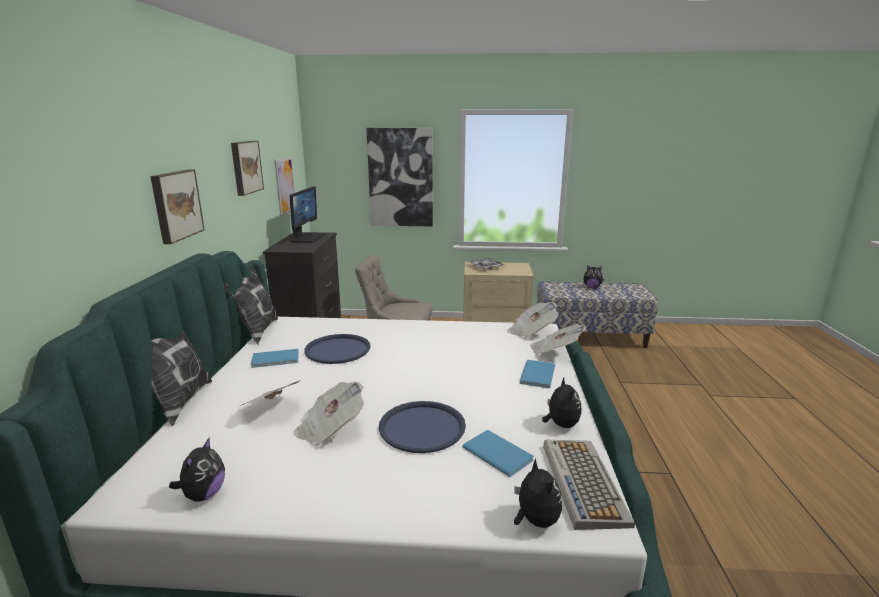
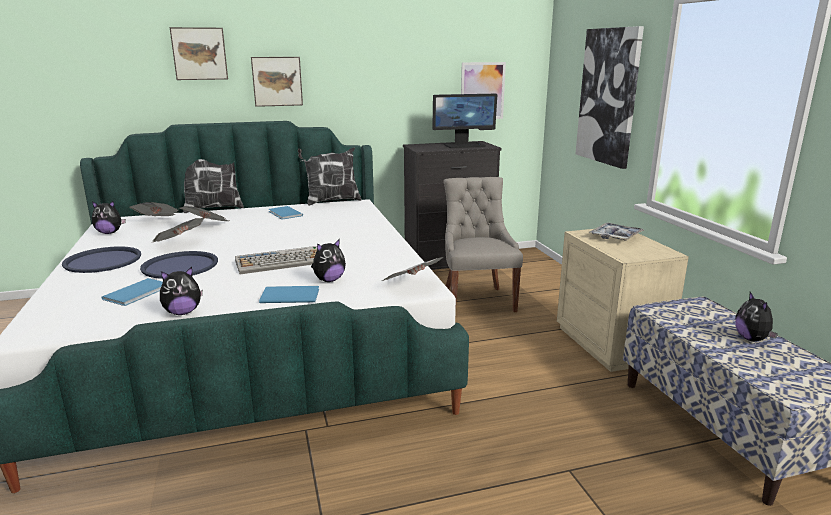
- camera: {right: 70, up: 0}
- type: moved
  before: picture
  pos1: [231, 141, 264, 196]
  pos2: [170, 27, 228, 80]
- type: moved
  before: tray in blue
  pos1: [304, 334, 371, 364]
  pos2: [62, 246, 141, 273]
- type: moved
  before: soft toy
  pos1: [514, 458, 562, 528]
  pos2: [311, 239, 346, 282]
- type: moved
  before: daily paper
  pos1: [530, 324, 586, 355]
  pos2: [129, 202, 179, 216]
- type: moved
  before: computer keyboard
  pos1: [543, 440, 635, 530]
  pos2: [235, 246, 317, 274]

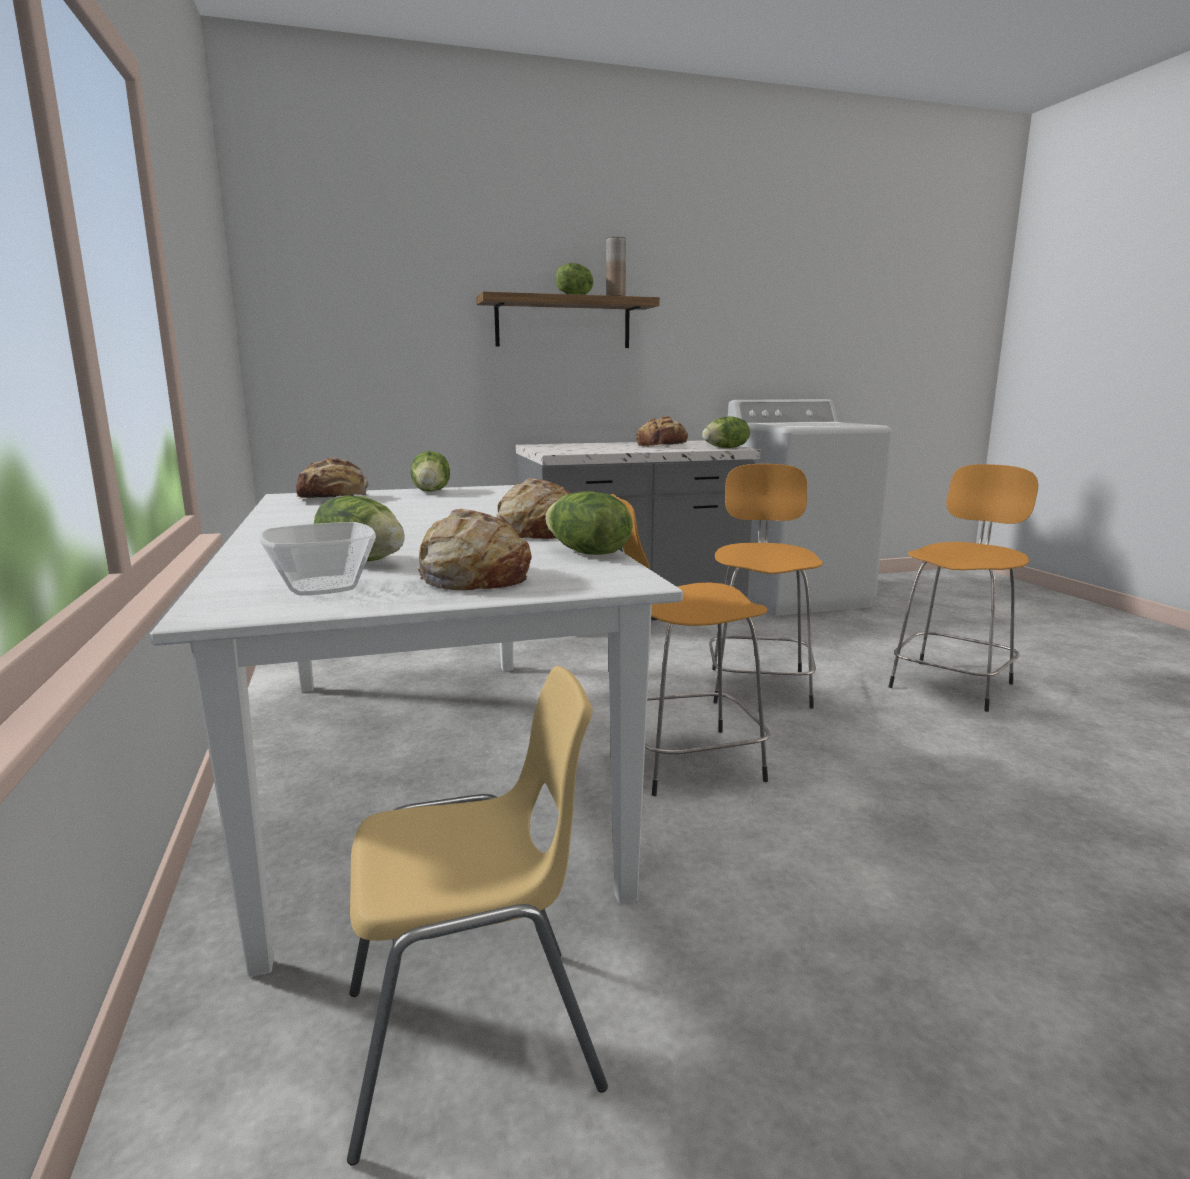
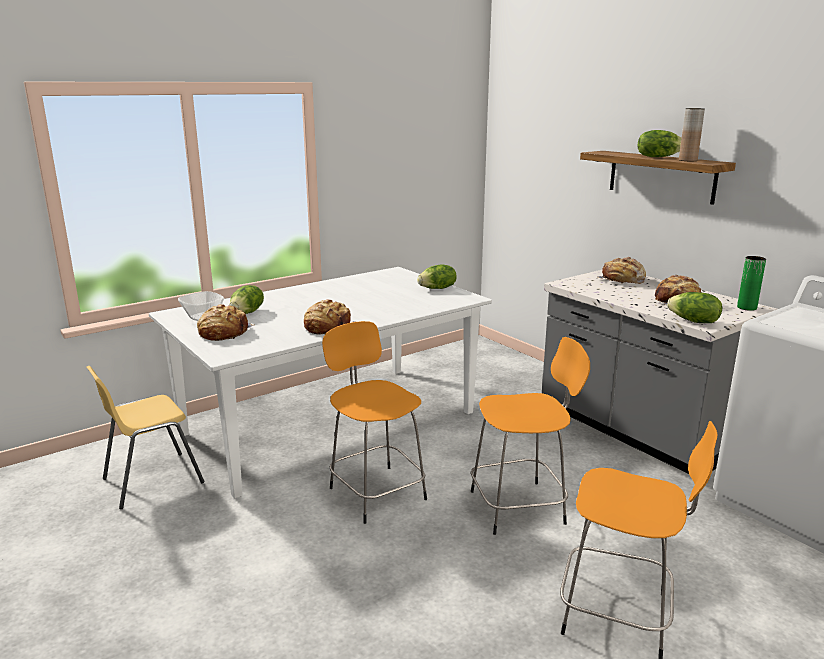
- camera: {right: 70, up: 5}
- type: moved
  before: bread
  pos1: [296, 457, 369, 499]
  pos2: [596, 257, 646, 284]
- type: turned
  before: upright chair in yellowish
  pos1: [347, 666, 608, 1166]
  pos2: [86, 366, 204, 509]
  turn: 90
- type: removed
  before: lettuce head
  pos1: [545, 491, 633, 555]
- type: added
  after: decorative vase in greenish
  pos2: [737, 256, 766, 311]

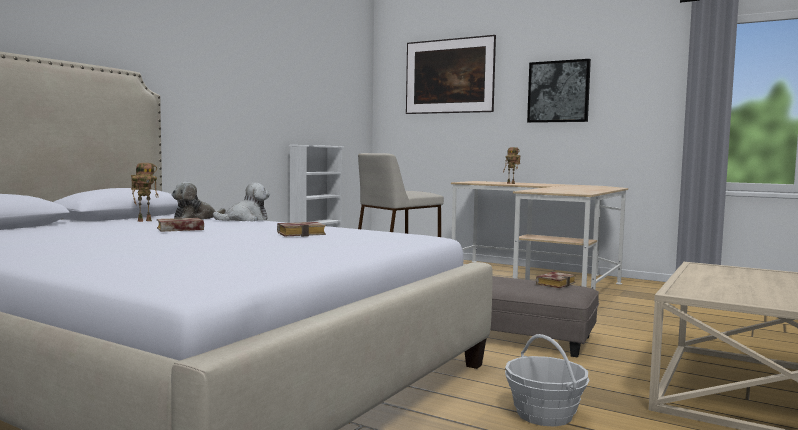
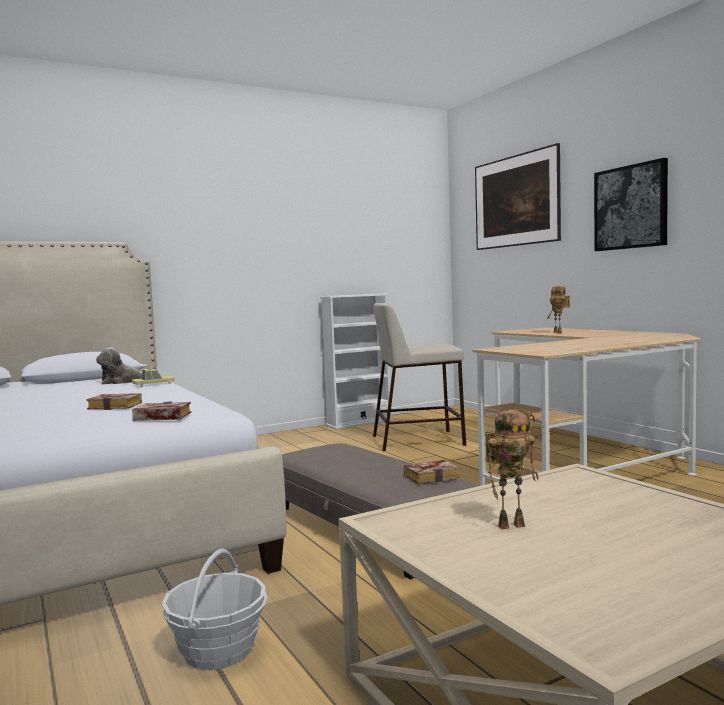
- camera: {right: 30, up: 0}
- type: moved
  before: robot figure
  pos1: [131, 163, 159, 222]
  pos2: [485, 409, 539, 529]
- type: moved
  before: book
  pos1: [157, 217, 204, 232]
  pos2: [132, 401, 191, 421]
- type: replaced
  before: soft toy
  after: miniature car
  pos1: [213, 183, 270, 222]
  pos2: [132, 366, 175, 387]

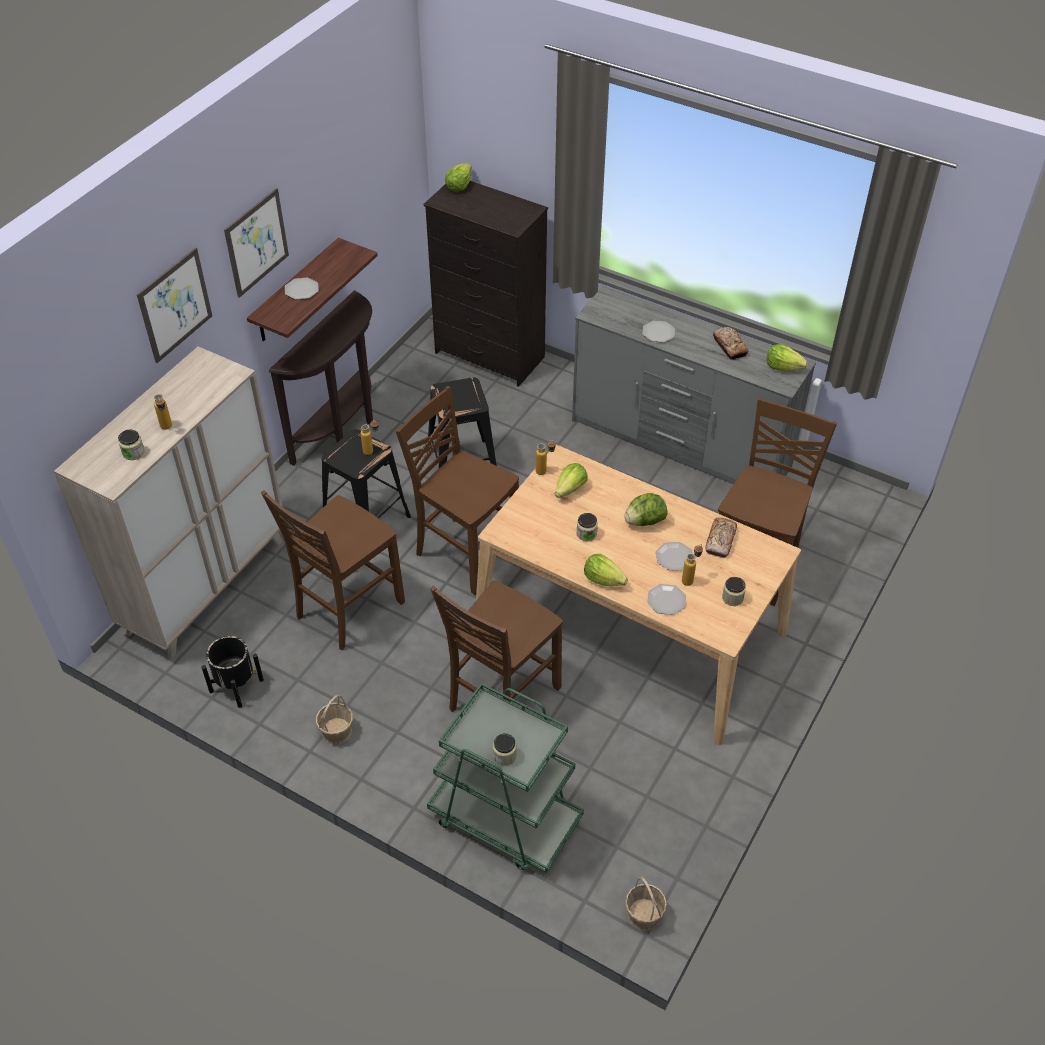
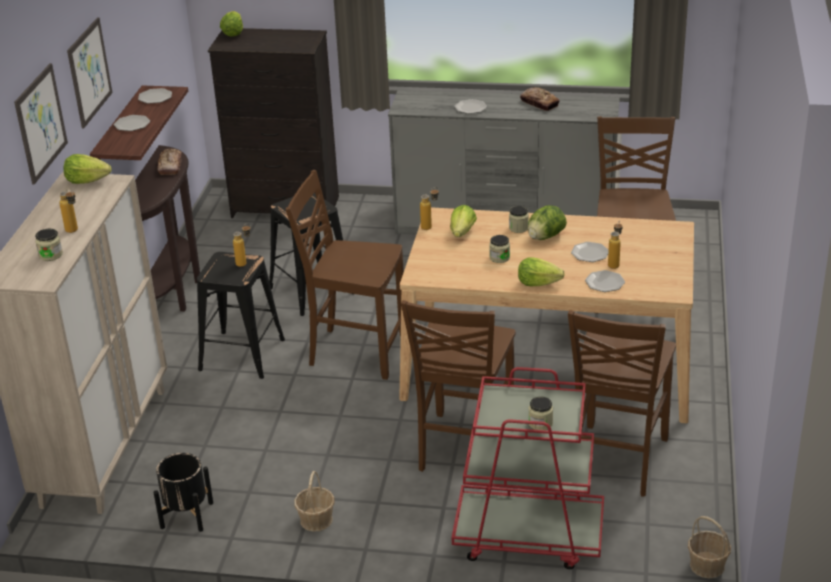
- camera: {right: -20, up: -15}
- type: moved
  before: upright chair in brownish
  pos1: [261, 490, 405, 650]
  pos2: [568, 310, 676, 496]
- type: recoloured
  before: wheeled cart in greenish
  after: wheeled cart in red
  pos1: [427, 683, 584, 873]
  pos2: [452, 367, 604, 569]
- type: moved
  before: bread
  pos1: [705, 518, 737, 558]
  pos2: [157, 148, 182, 175]
- type: moved
  before: preserve jar
  pos1: [722, 577, 746, 606]
  pos2: [509, 206, 529, 233]
- type: moved
  before: lettuce head
  pos1: [766, 344, 808, 371]
  pos2: [64, 154, 111, 184]
- type: added
  after: flat dish
  pos2: [138, 88, 172, 104]

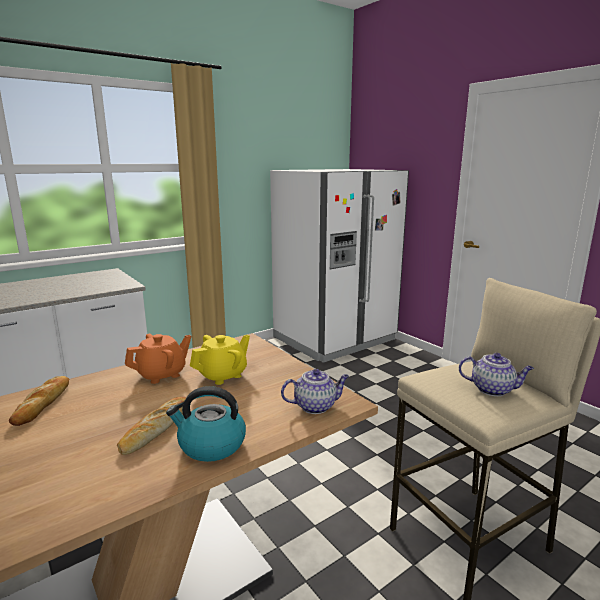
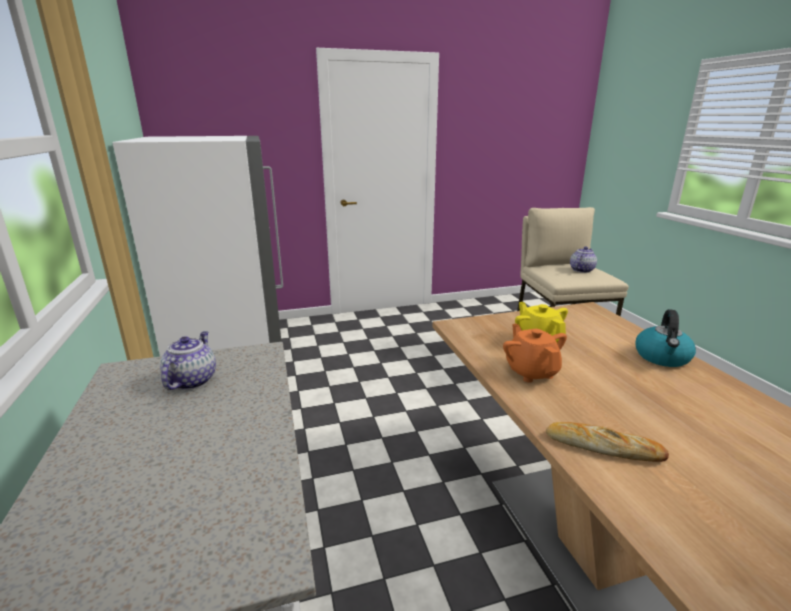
- camera: {right: -70, up: 5}
- type: removed
  before: bread
  pos1: [117, 397, 186, 455]
- type: moved
  before: tea pot
  pos1: [281, 369, 349, 414]
  pos2: [160, 331, 216, 390]

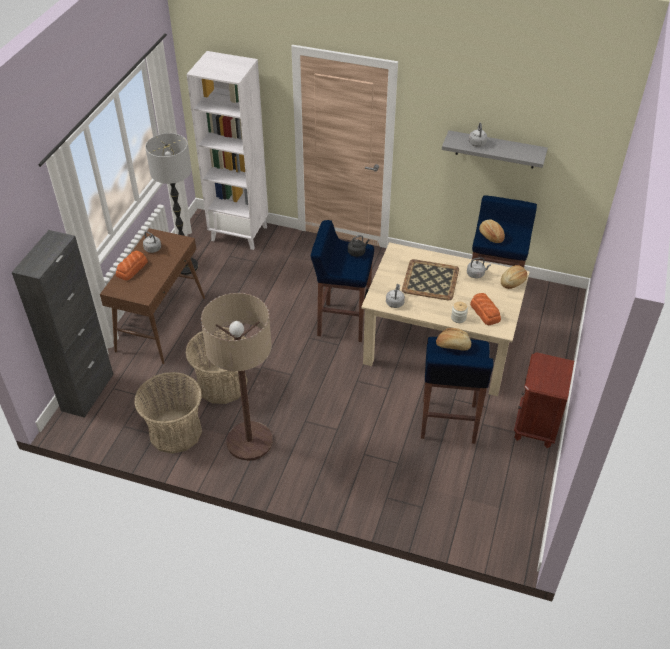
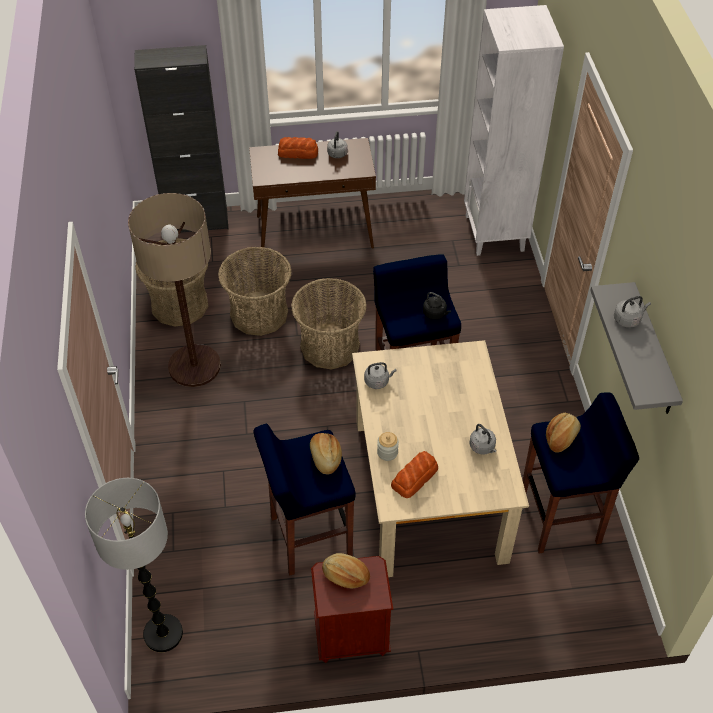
- camera: {right: 65, up: 5}
- type: moved
  before: standing lamp
  pos1: [145, 133, 198, 275]
  pos2: [85, 478, 183, 652]
- type: removed
  before: tray
  pos1: [402, 259, 459, 300]
- type: moved
  before: bread
  pos1: [501, 265, 527, 289]
  pos2: [322, 553, 370, 589]
- type: added
  after: household basket
  pos2: [291, 278, 367, 370]

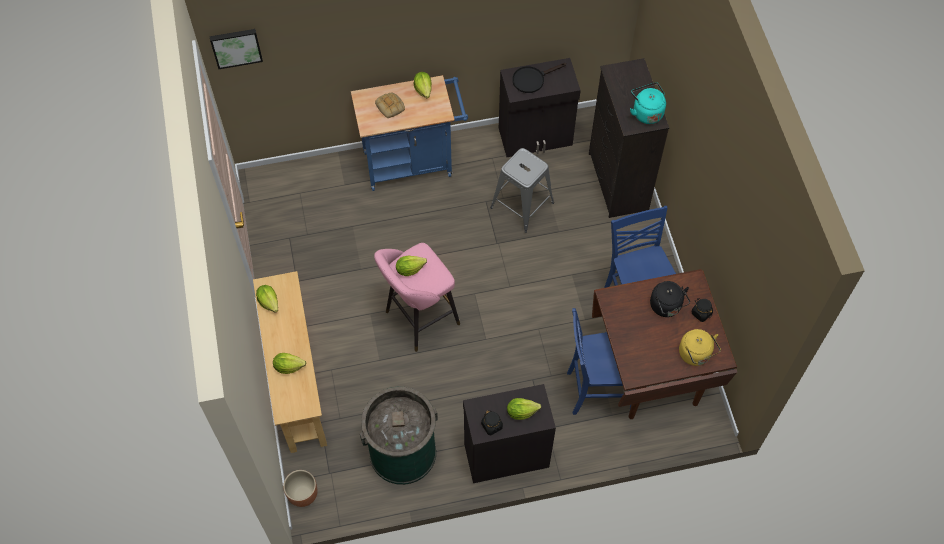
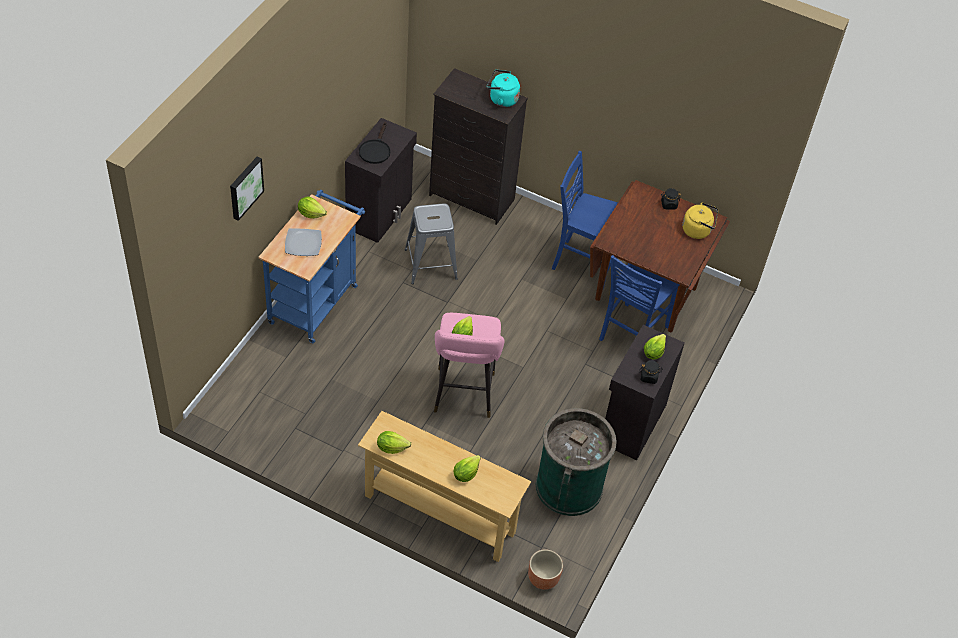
- camera: {right: -55, up: -10}
- type: moved
  before: picture
  pos1: [210, 29, 263, 69]
  pos2: [230, 157, 264, 221]
- type: replaced
  before: bread
  after: flat dish
  pos1: [375, 92, 405, 119]
  pos2: [285, 228, 322, 256]
- type: removed
  before: tea kettle in blackish
  pos1: [650, 281, 690, 317]

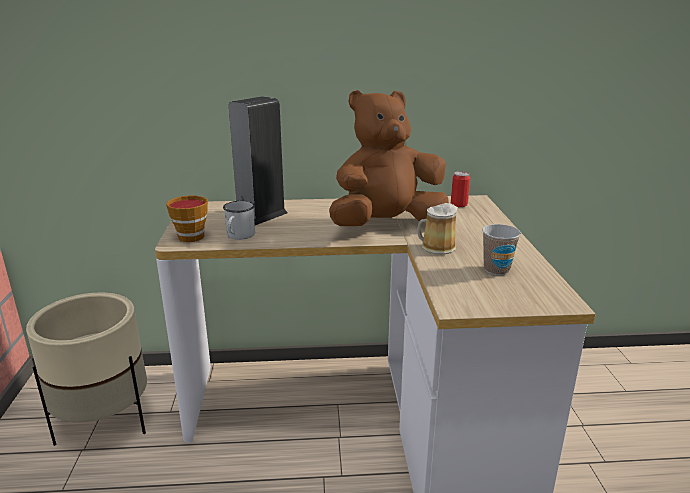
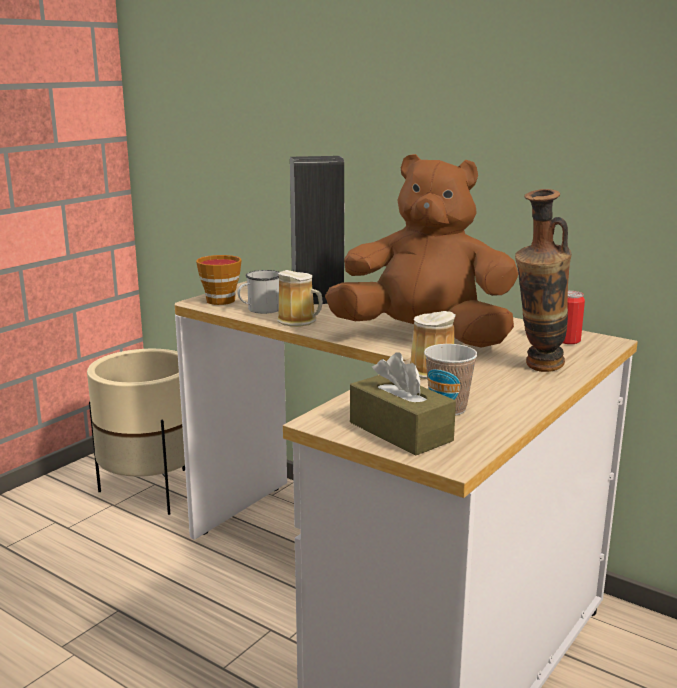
- camera: {right: 40, up: -5}
- type: added
  after: mug
  pos2: [277, 270, 323, 327]
- type: added
  after: tissue holder in brownish
  pos2: [350, 352, 456, 456]
- type: added
  after: decorative vase
  pos2: [515, 189, 572, 372]

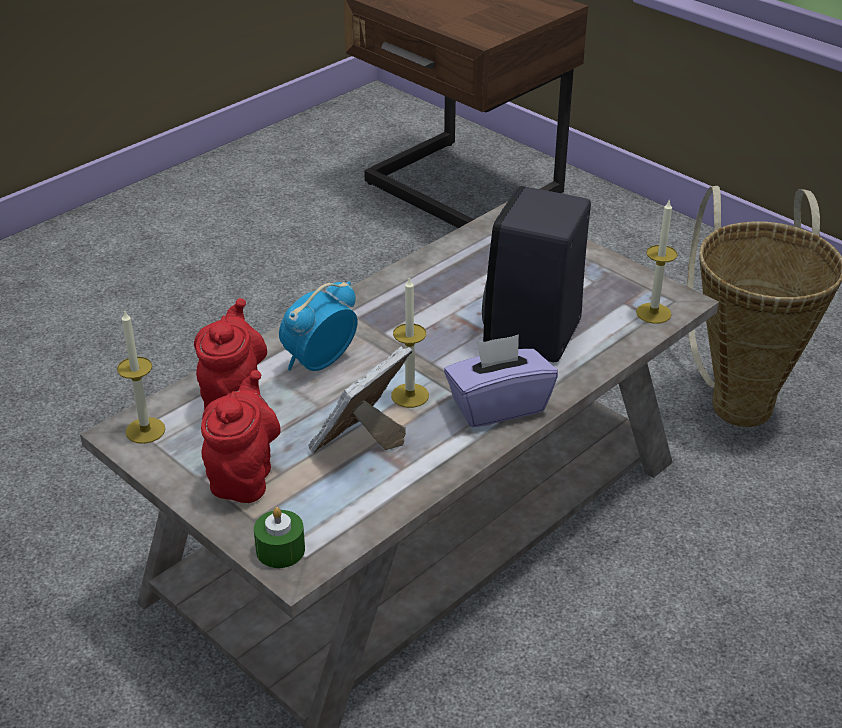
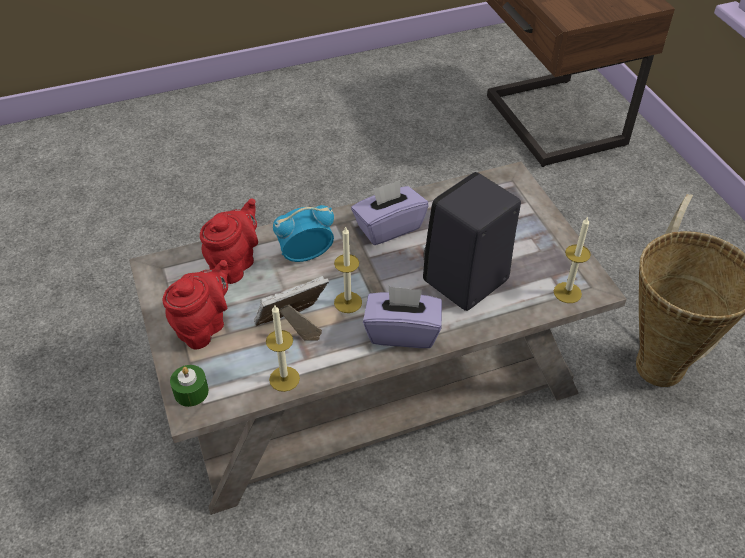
- camera: {right: 25, up: 10}
- type: moved
  before: wax light
  pos1: [117, 310, 166, 444]
  pos2: [266, 304, 300, 392]
- type: added
  after: tissue holder in purplish
  pos2: [351, 180, 429, 245]

